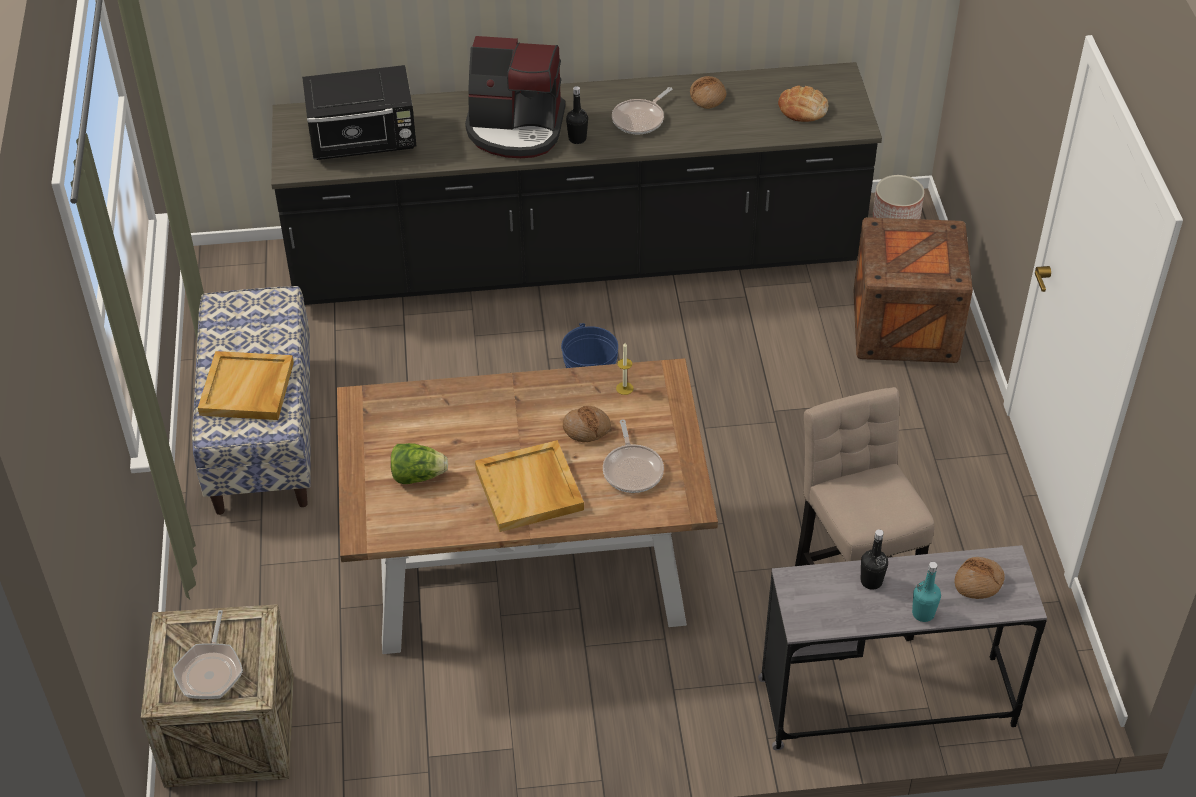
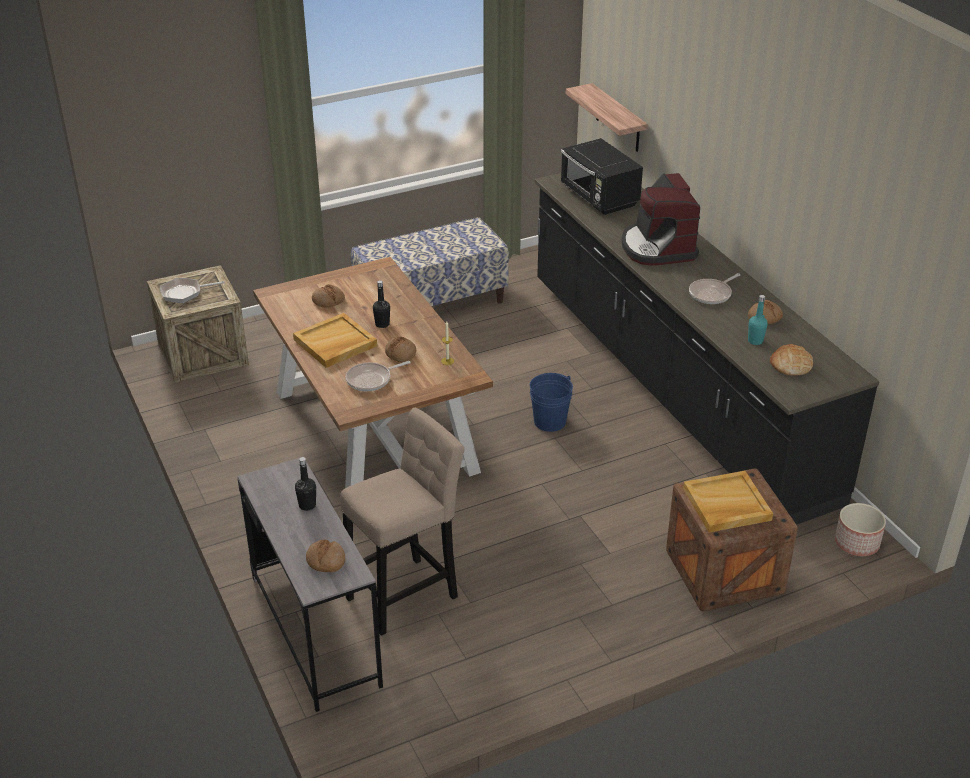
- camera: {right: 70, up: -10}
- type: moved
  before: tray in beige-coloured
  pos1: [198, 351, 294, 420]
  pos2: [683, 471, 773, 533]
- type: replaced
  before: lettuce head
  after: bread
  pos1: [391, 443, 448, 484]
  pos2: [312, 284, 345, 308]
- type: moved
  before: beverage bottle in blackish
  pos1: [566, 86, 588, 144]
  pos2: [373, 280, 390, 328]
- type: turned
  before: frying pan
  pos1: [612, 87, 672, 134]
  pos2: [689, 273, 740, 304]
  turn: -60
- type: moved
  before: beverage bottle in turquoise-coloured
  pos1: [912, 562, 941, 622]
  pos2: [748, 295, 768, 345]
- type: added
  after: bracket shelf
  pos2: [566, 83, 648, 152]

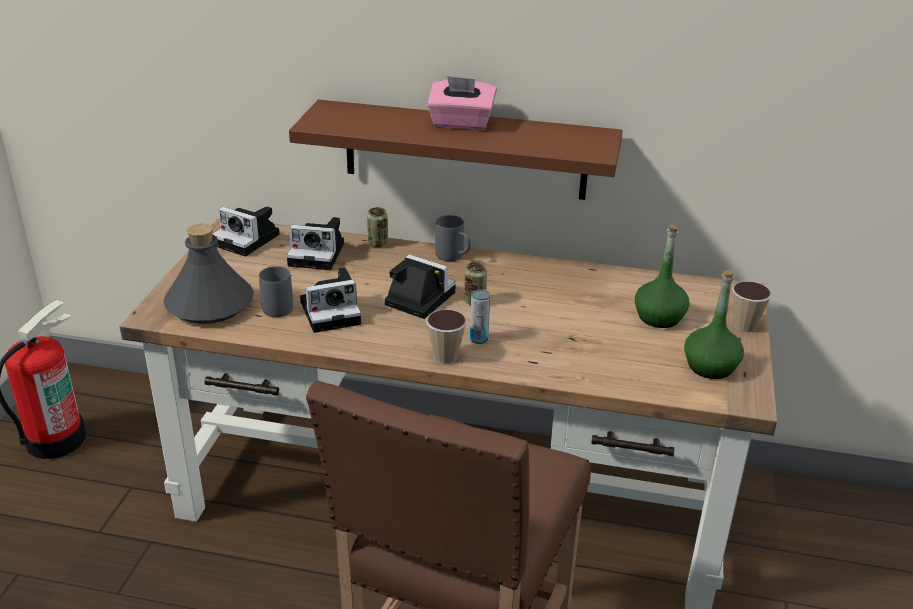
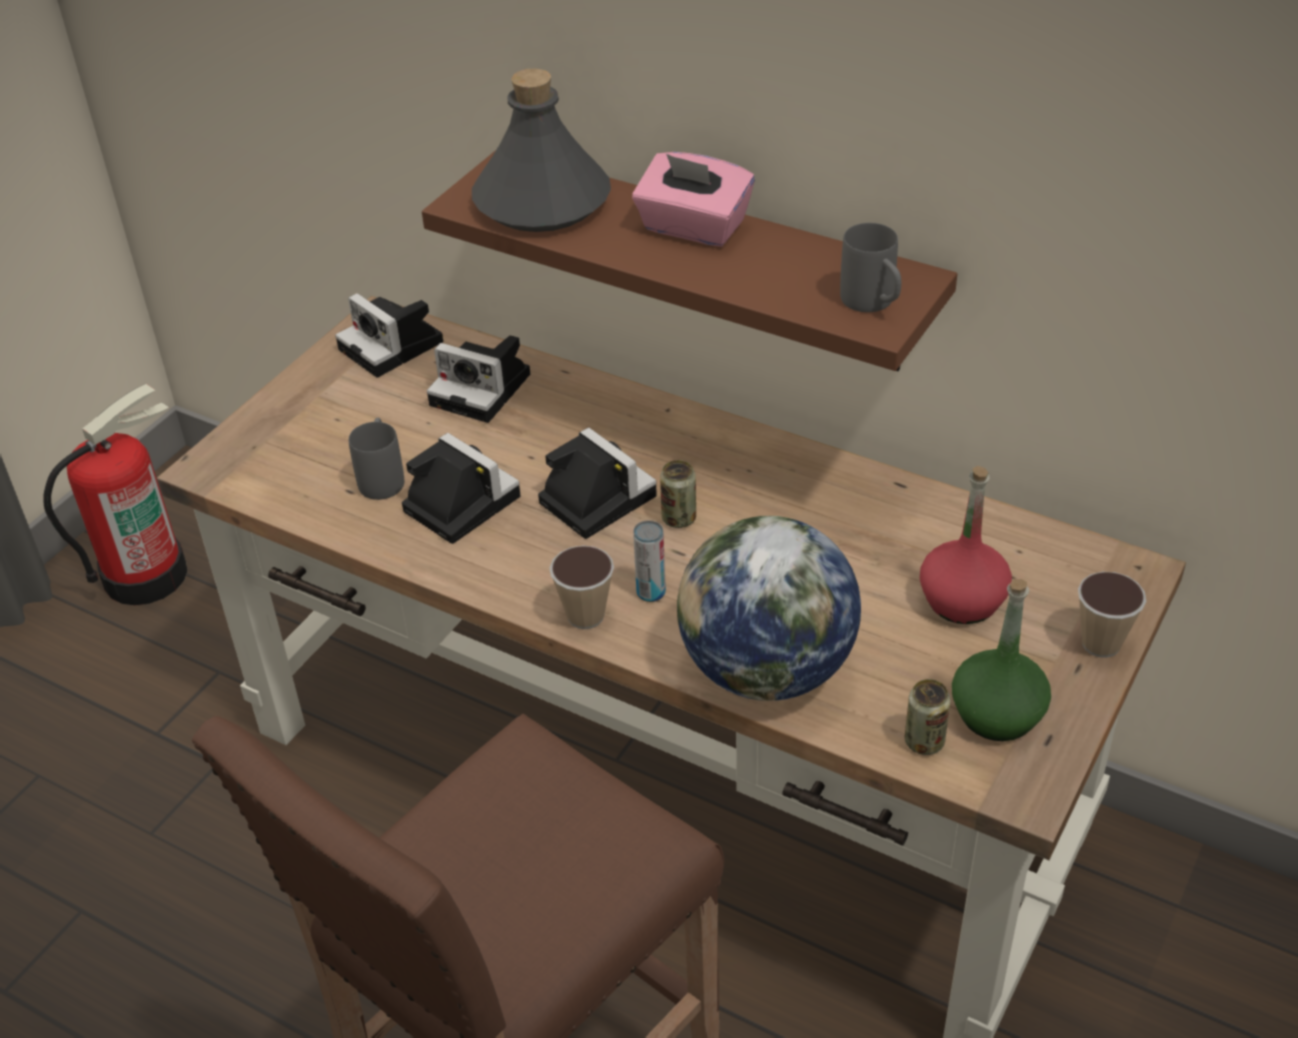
- camera: {right: 20, up: 10}
- type: moved
  before: beverage bottle in grey
  pos1: [163, 224, 254, 324]
  pos2: [472, 68, 611, 232]
- type: turned
  before: still camera
  pos1: [300, 267, 361, 333]
  pos2: [402, 433, 520, 544]
  turn: -135
- type: moved
  before: sealed can
  pos1: [367, 207, 388, 248]
  pos2: [905, 679, 951, 755]
- type: moved
  before: mug in grey
  pos1: [435, 215, 471, 261]
  pos2: [840, 223, 901, 312]
- type: recoloured
  before: beverage bottle in greenish
  after: beverage bottle in red
  pos1: [635, 225, 690, 328]
  pos2: [920, 466, 1012, 624]
- type: added
  after: desk globe
  pos2: [677, 516, 861, 701]

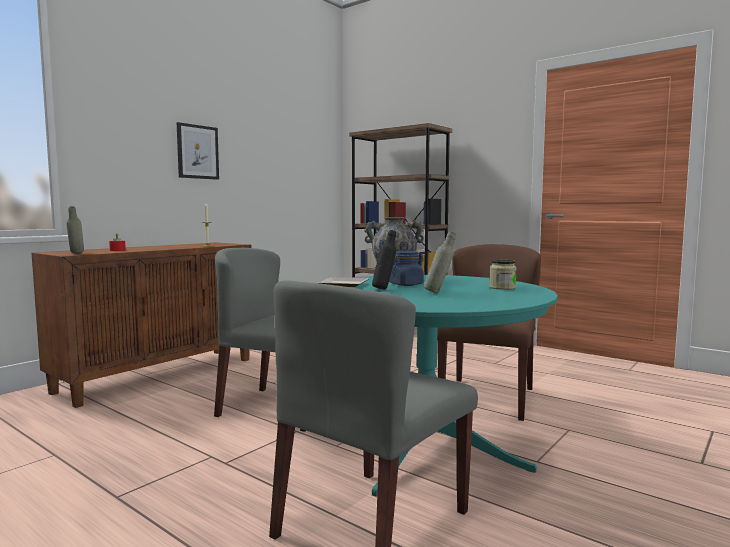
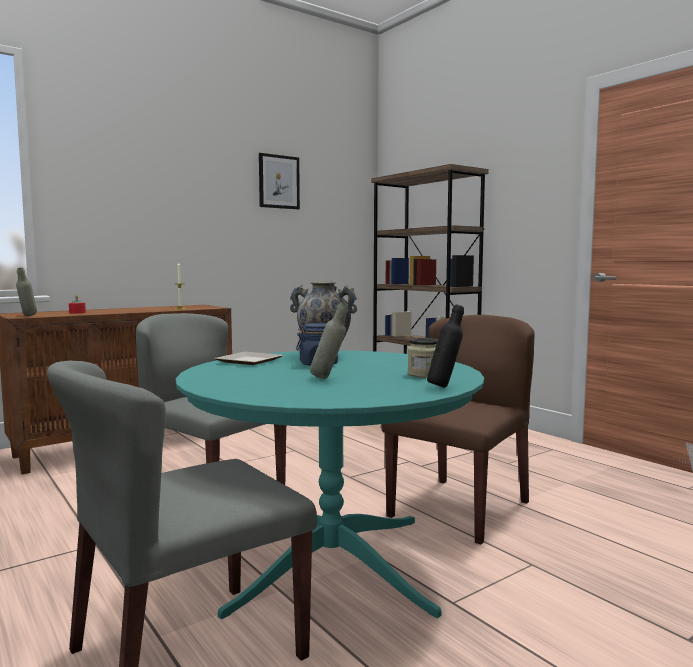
- camera: {right: 15, up: 0}
- type: moved
  before: picture
  pos1: [177, 122, 219, 180]
  pos2: [259, 153, 300, 209]
- type: moved
  before: beverage bottle in blackish
  pos1: [372, 230, 396, 290]
  pos2: [427, 304, 464, 388]

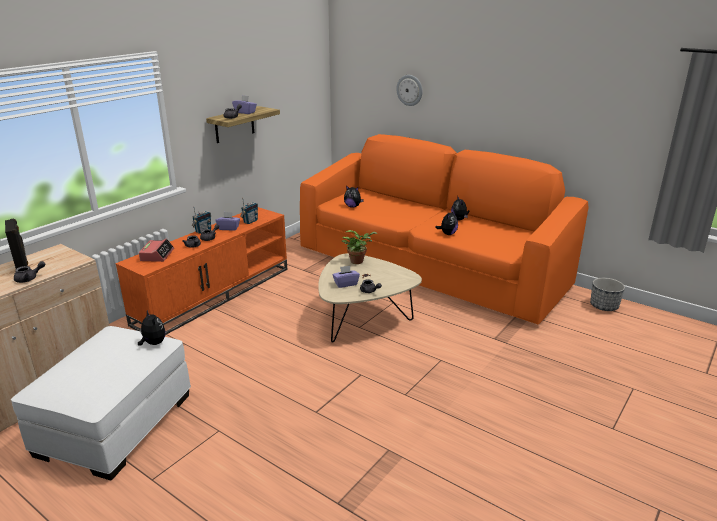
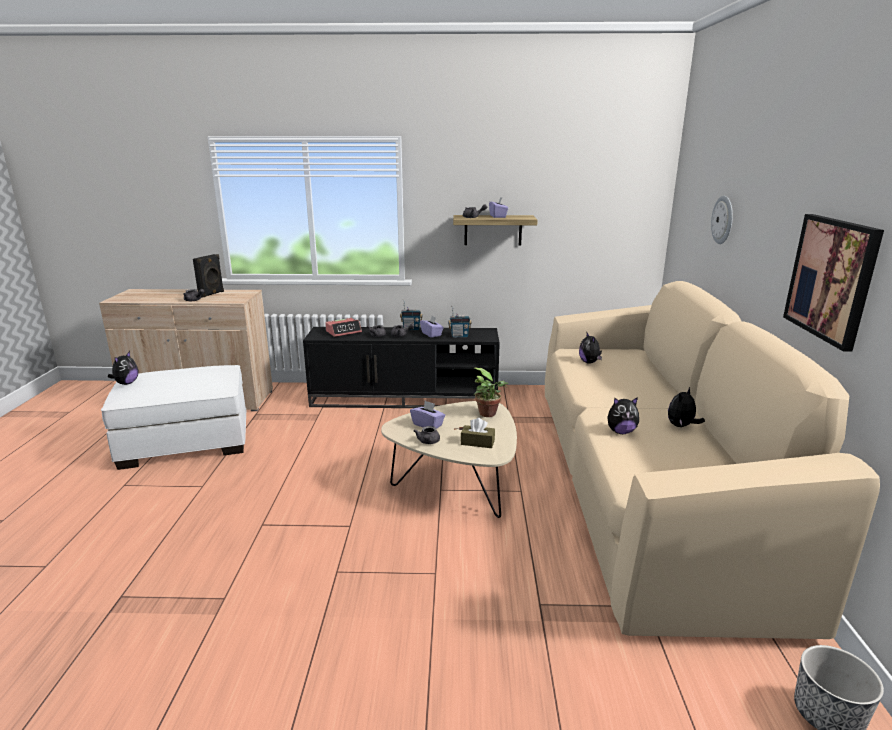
- camera: {right: 55, up: -5}
- type: recoloured
  before: media console in orange-coloured
  after: media console in blackish
  pos1: [116, 207, 287, 335]
  pos2: [303, 327, 500, 408]
- type: moved
  before: soft toy
  pos1: [138, 310, 165, 345]
  pos2: [108, 351, 138, 385]
- type: recoloured
  before: sofa in orange-coloured
  after: sofa in beige-coloured
  pos1: [300, 134, 589, 324]
  pos2: [545, 281, 880, 639]
- type: added
  after: tissue holder in brownish
  pos2: [461, 418, 495, 448]
- type: added
  after: picture
  pos2: [783, 214, 884, 352]

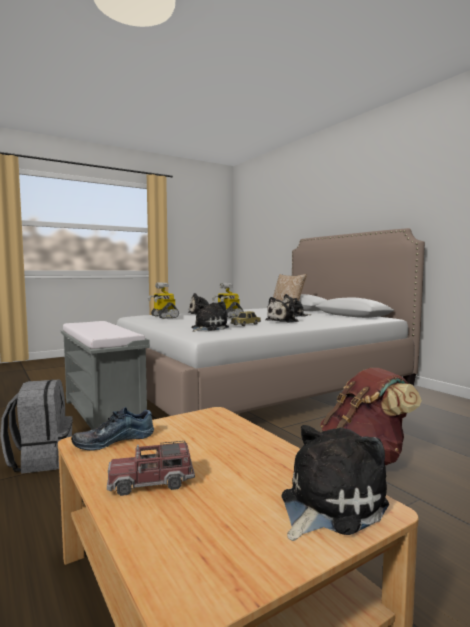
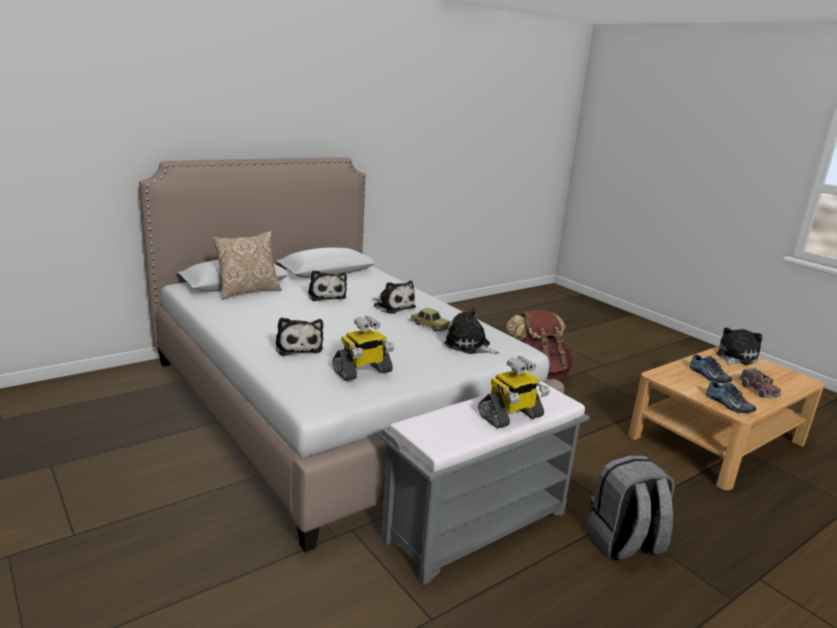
- camera: {right: -95, up: 15}
- type: moved
  before: robot figure
  pos1: [212, 283, 244, 318]
  pos2: [478, 356, 550, 429]
- type: turned
  before: soft toy
  pos1: [282, 425, 389, 541]
  pos2: [716, 327, 762, 366]
  turn: 90
- type: added
  after: low shoe
  pos2: [689, 354, 732, 383]

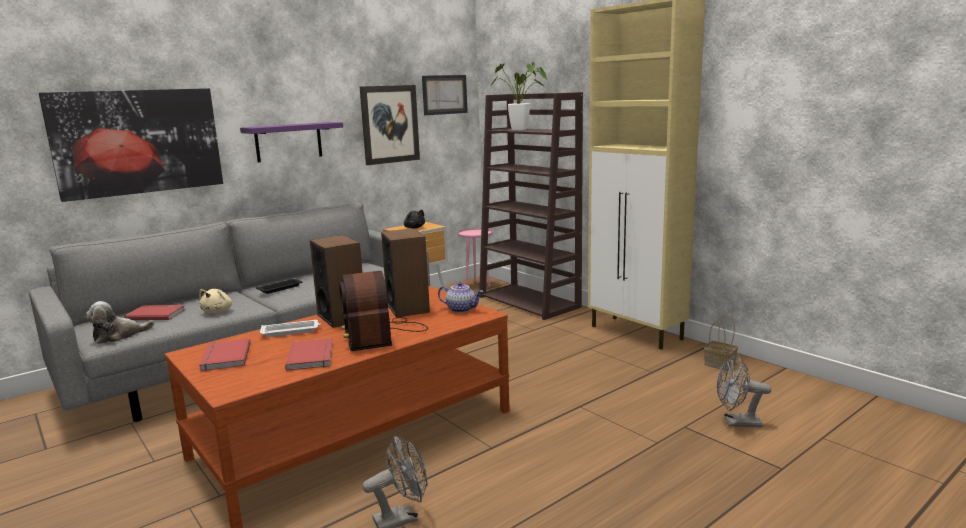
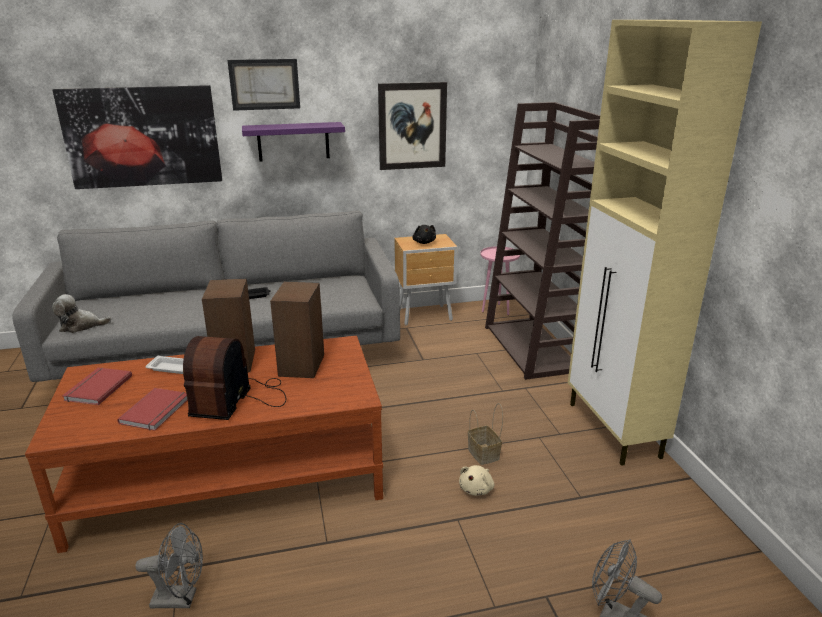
- camera: {right: 25, up: 10}
- type: removed
  before: book in red
  pos1: [124, 305, 185, 320]
- type: moved
  before: soft toy in beige-coloured
  pos1: [199, 289, 232, 313]
  pos2: [459, 465, 494, 496]
- type: moved
  before: picture
  pos1: [422, 75, 468, 115]
  pos2: [227, 59, 300, 111]
- type: removed
  before: tea pot
  pos1: [438, 282, 483, 313]
- type: removed
  before: houseplant
  pos1: [491, 62, 547, 130]
- type: moved
  before: household basket
  pos1: [704, 314, 738, 371]
  pos2: [468, 403, 503, 465]

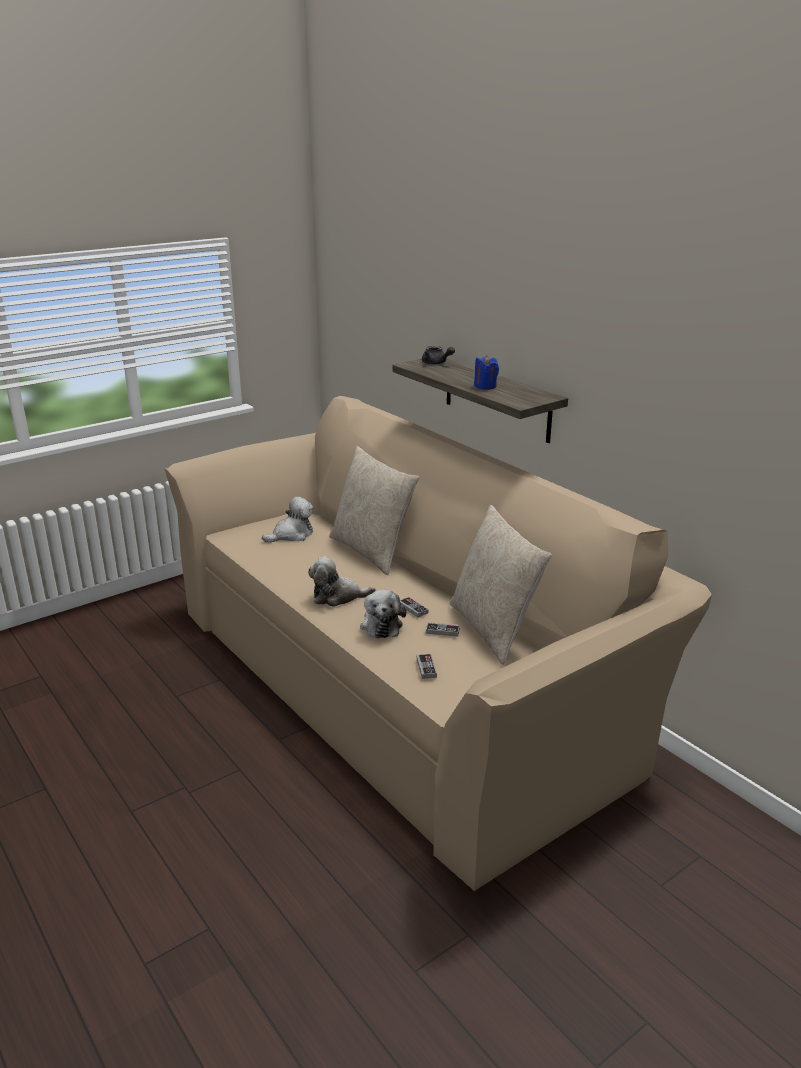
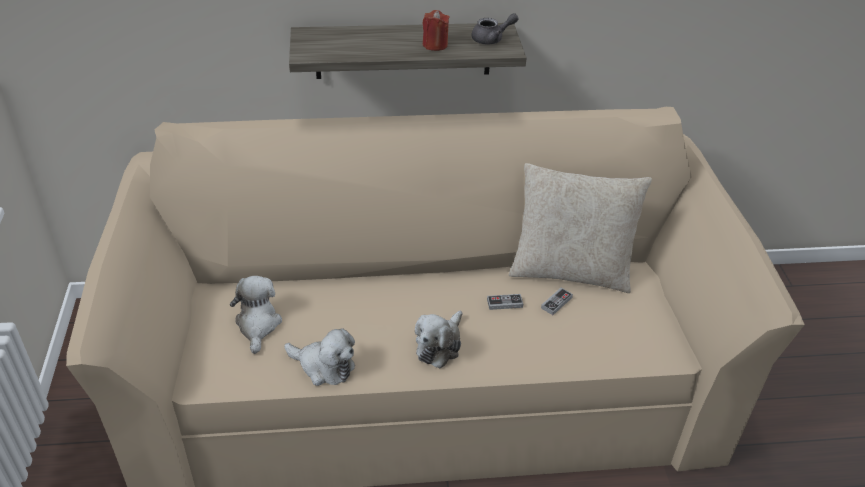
- camera: {right: -60, up: 15}
- type: removed
  before: pillow in beige-coloured
  pos1: [329, 446, 419, 575]
- type: moved
  before: soft toy
  pos1: [360, 590, 406, 638]
  pos2: [284, 328, 355, 386]
- type: removed
  before: gamepad
  pos1: [416, 654, 437, 679]
- type: moved
  before: tea pot in grey
  pos1: [422, 346, 455, 365]
  pos2: [472, 13, 519, 45]
- type: recoloured
  before: wax light in blue
  after: wax light in red
  pos1: [474, 355, 499, 390]
  pos2: [423, 10, 450, 51]

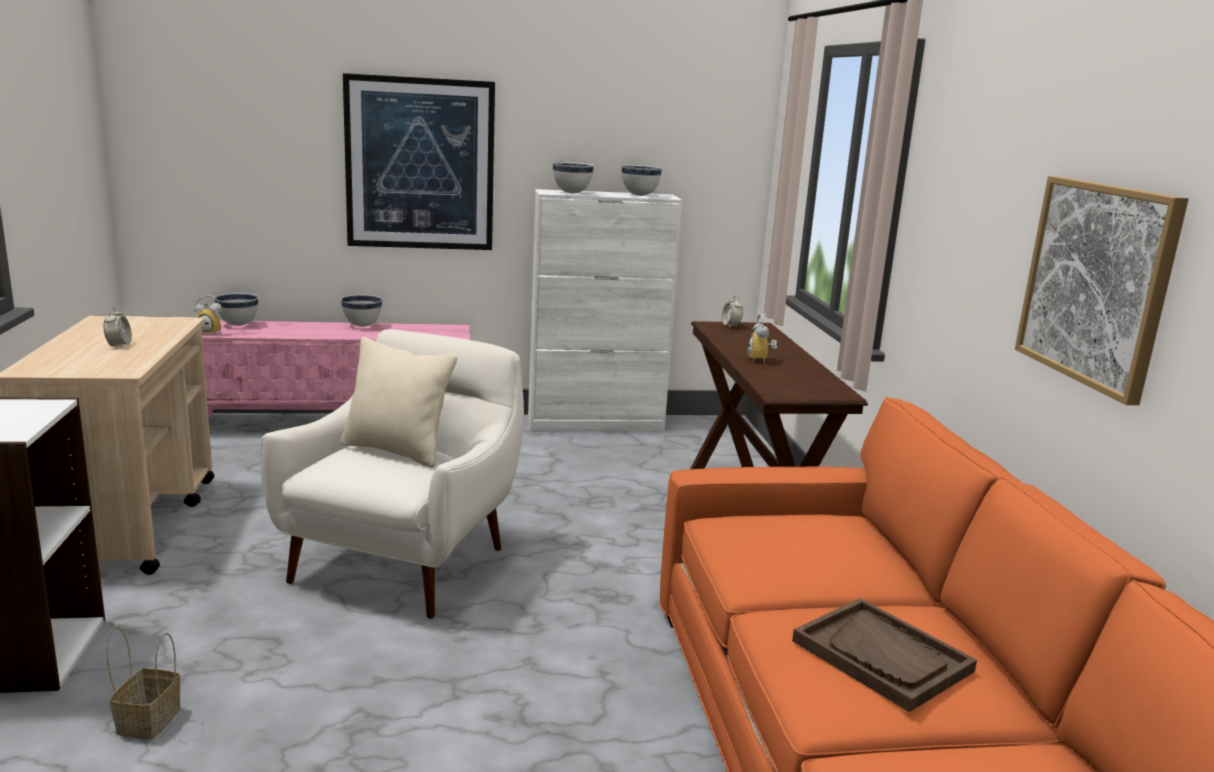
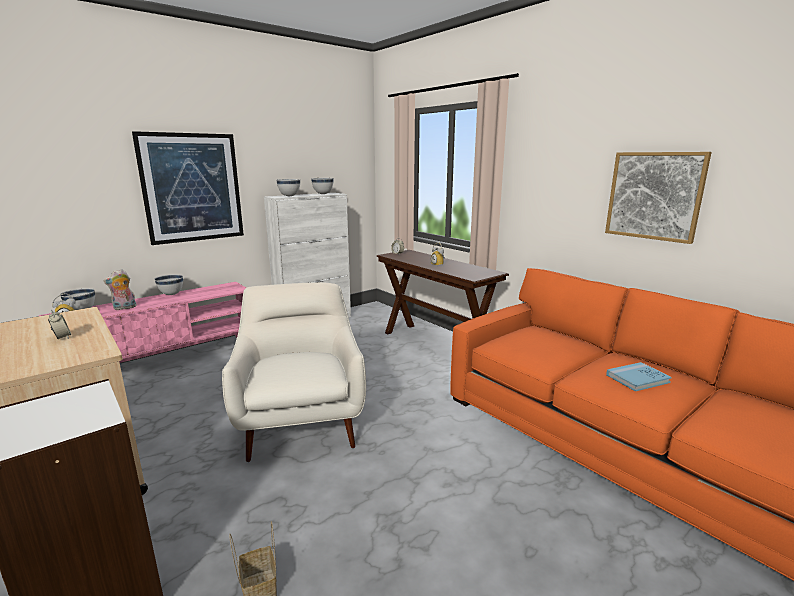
- camera: {right: -30, up: 0}
- type: removed
  before: pillow in beige-coloured
  pos1: [341, 337, 457, 468]
- type: replaced
  before: tray in brownish
  after: book in blue
  pos1: [792, 598, 977, 712]
  pos2: [606, 362, 672, 391]
- type: added
  after: soft toy
  pos2: [103, 269, 137, 310]

